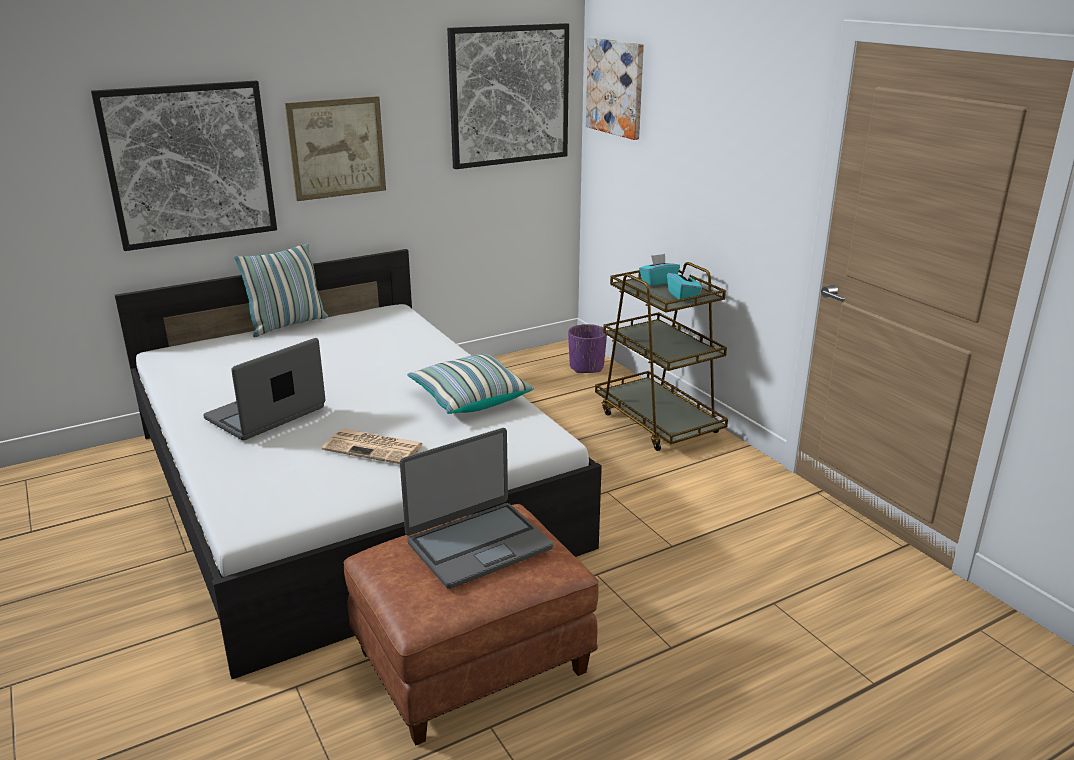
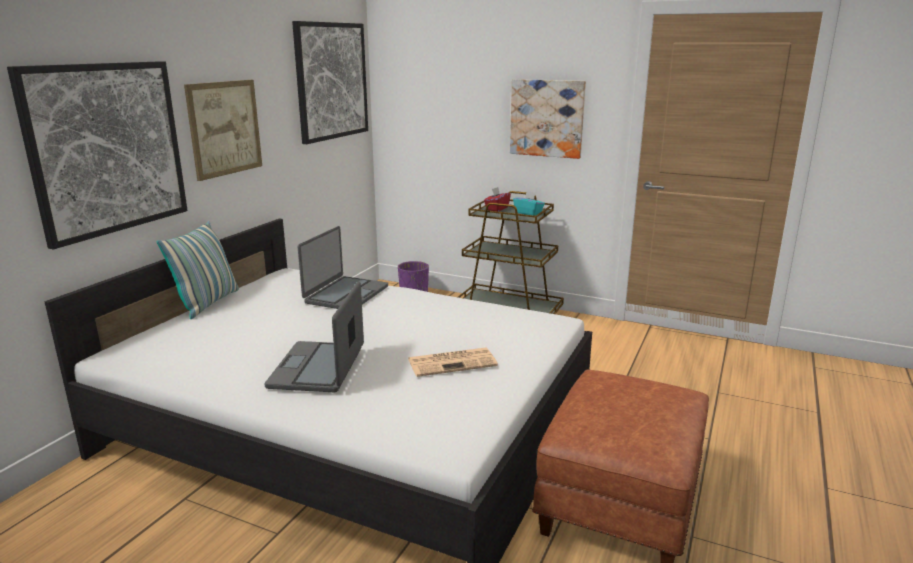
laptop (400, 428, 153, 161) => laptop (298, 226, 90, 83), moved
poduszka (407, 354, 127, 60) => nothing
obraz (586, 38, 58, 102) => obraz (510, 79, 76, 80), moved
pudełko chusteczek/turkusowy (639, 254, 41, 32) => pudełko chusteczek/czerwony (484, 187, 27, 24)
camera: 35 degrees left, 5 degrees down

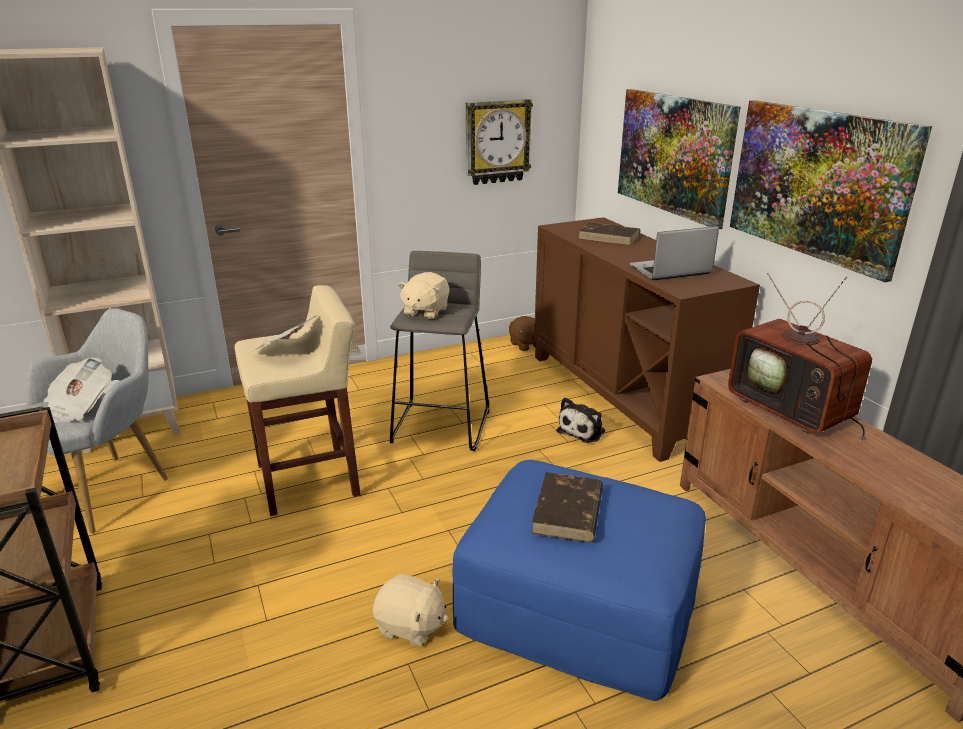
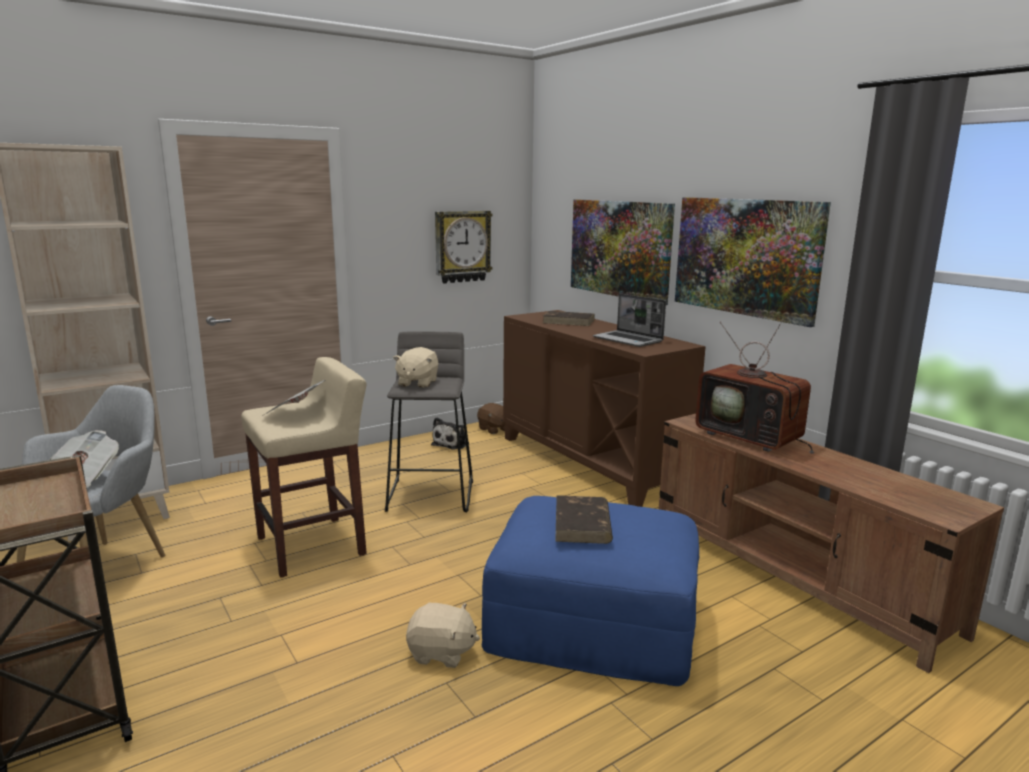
pluszak (557, 398, 48, 45) => pluszak (431, 417, 35, 33), moved
laptop (629, 226, 90, 54) => laptop (593, 294, 73, 53), 105 degrees counterclockwise
camera: 10 degrees left, 10 degrees down

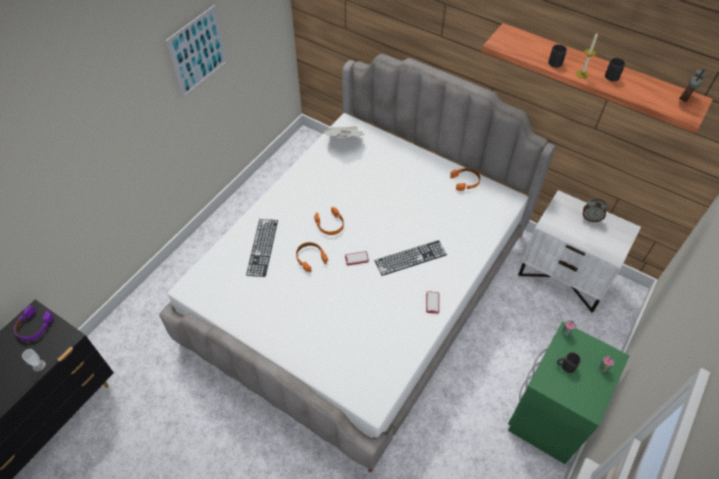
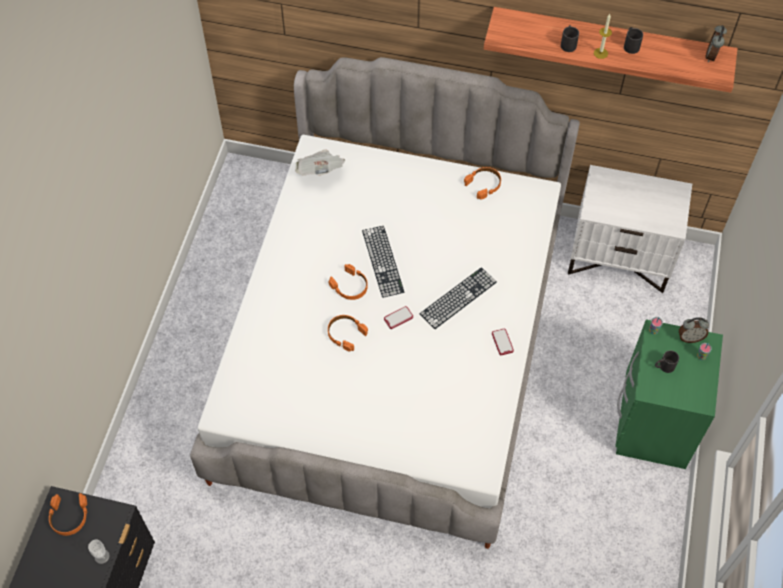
słuchawki/fioletowy (14, 306, 39, 35) => słuchawki/pomarańczowy (49, 493, 38, 43)
obraz (165, 5, 63, 93) => nothing
klawiatura (246, 219, 32, 58) => klawiatura (362, 226, 42, 72), moved
budzik (583, 199, 25, 23) => budzik (679, 317, 30, 26), moved
camera: 20 degrees left, 5 degrees up

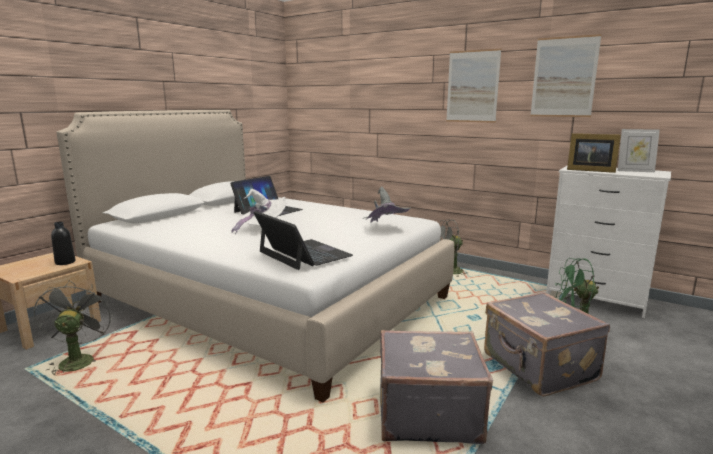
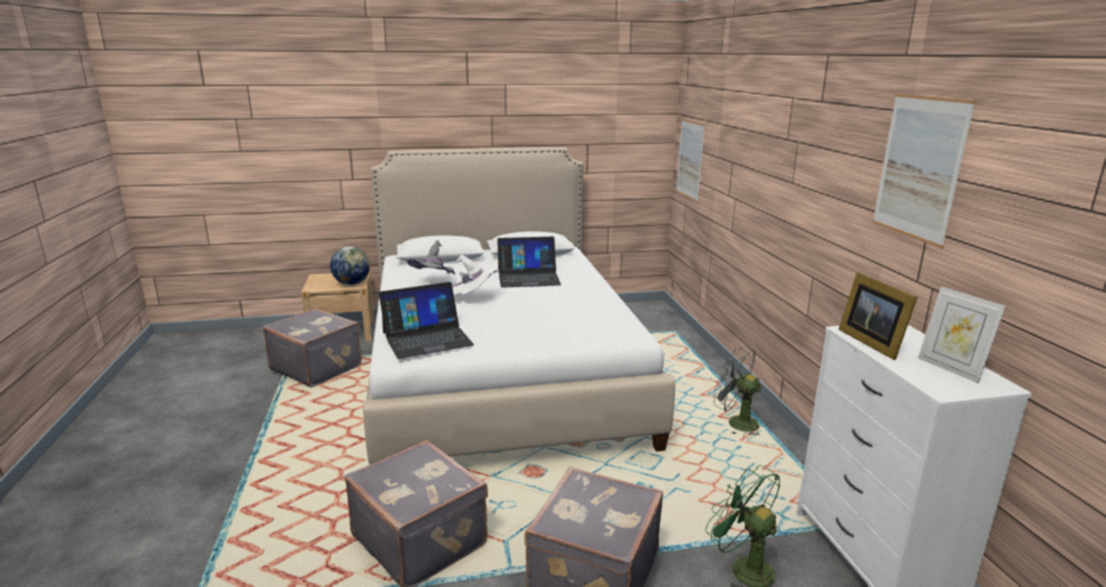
wentylator/szary (33, 280, 80, 95) => walizka/szary (263, 308, 99, 79)
butelka/czarny (51, 222, 24, 43) => globus (330, 247, 40, 38)
laptop (254, 211, 99, 59) => laptop (379, 282, 95, 77), 60 degrees clockwise
kapelusz/szary (363, 186, 48, 36) => kapelusz/szary (407, 240, 49, 35), moved
obraz (446, 49, 55, 74) => obraz (676, 119, 29, 83), moved
camera: 45 degrees right, 5 degrees up

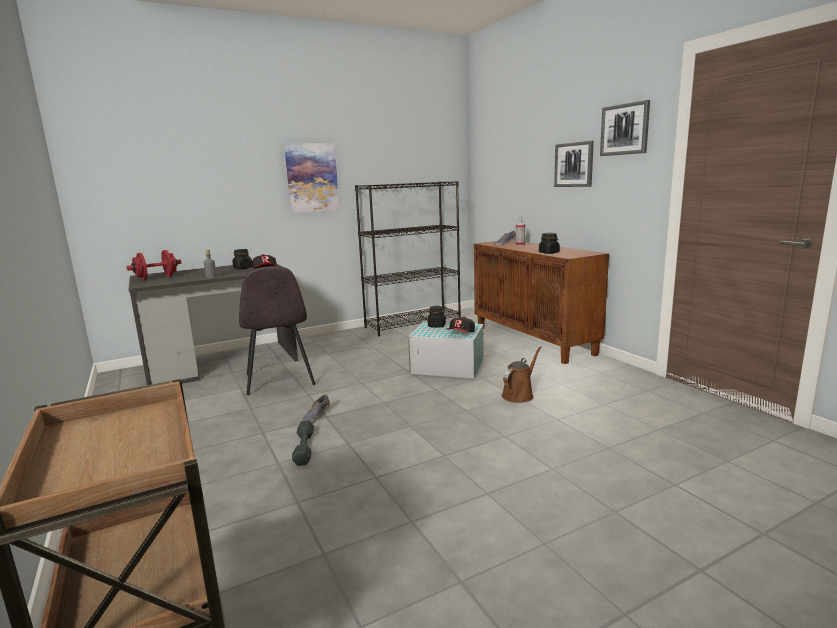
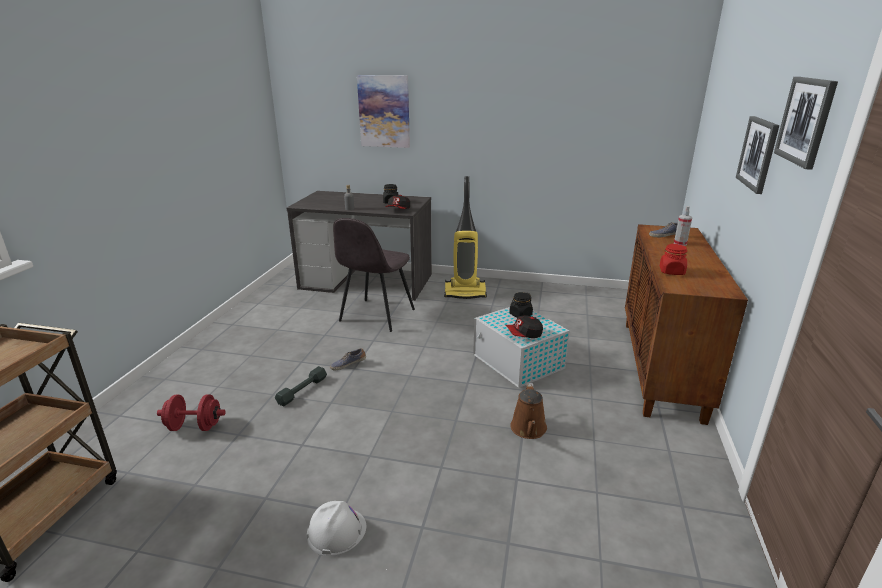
hantel/czerwony (126, 250, 55, 30) => hantel/czerwony (157, 395, 68, 36), moved
obraz (284, 143, 56, 70) => obraz (357, 75, 53, 73), moved
regał/czarny (355, 181, 106, 155) => nothing
konewka/brązowy (501, 346, 40, 57) => konewka/brązowy (510, 383, 37, 56), 105 degrees clockwise
słoik/czarny (539, 233, 21, 21) => słoik/czerwony (660, 244, 27, 31)
nothing => kask/biały (307, 501, 59, 55)
nothing => odkurzacz (444, 176, 43, 123)
camera: 40 degrees right, 10 degrees up

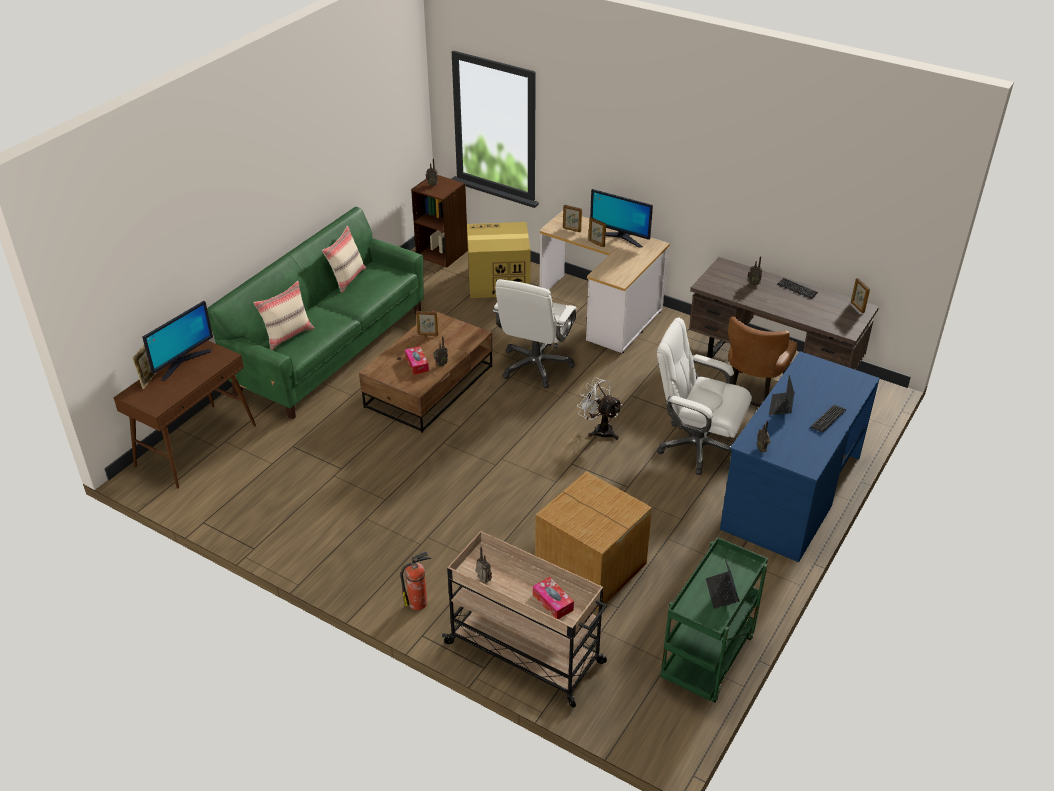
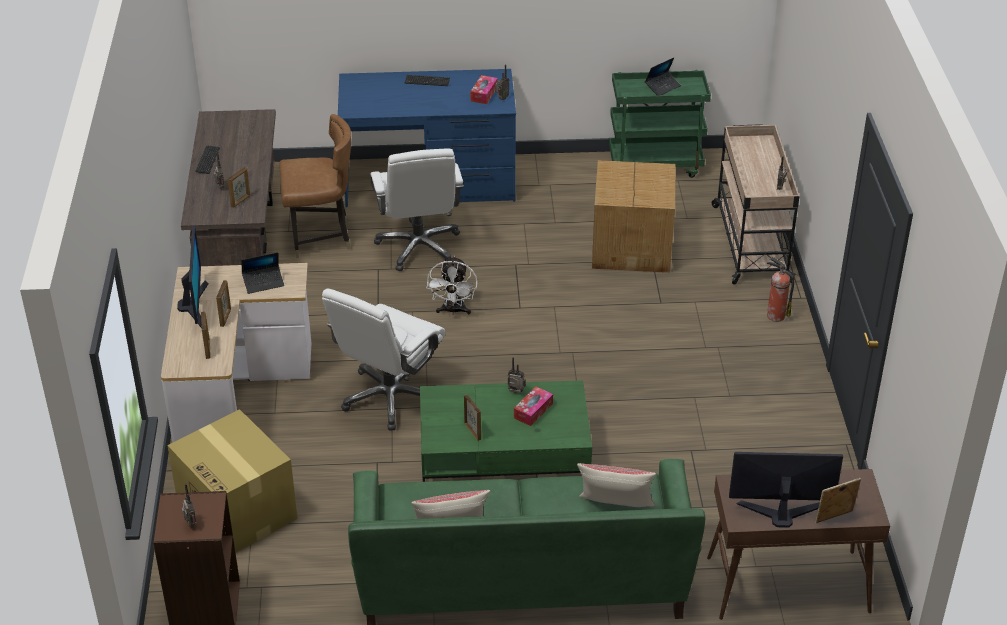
ława/brązowy (359, 310, 134, 123) => ława/zielony (420, 380, 172, 102)
krzesło biurowe/biały (493, 279, 83, 109) => krzesło biurowe/biały (322, 289, 124, 142), 135 degrees clockwise
pudełko chusteczek (533, 577, 41, 42) => pudełko chusteczek (470, 75, 28, 29), moved
laptop (769, 375, 26, 40) => laptop (241, 252, 43, 42), moved
ramka na zdjęcie (851, 278, 19, 35) => ramka na zdjęcie (228, 167, 22, 41), moved
camera: 125 degrees left, 0 degrees up

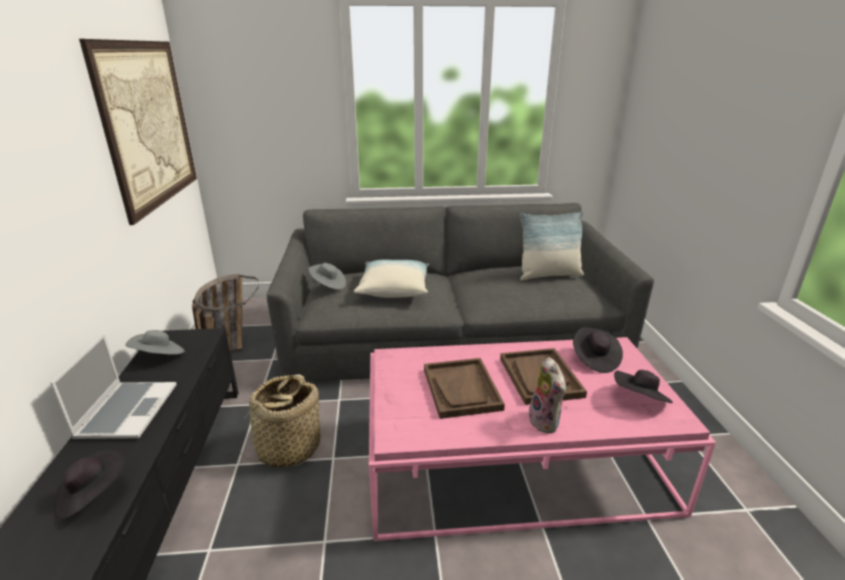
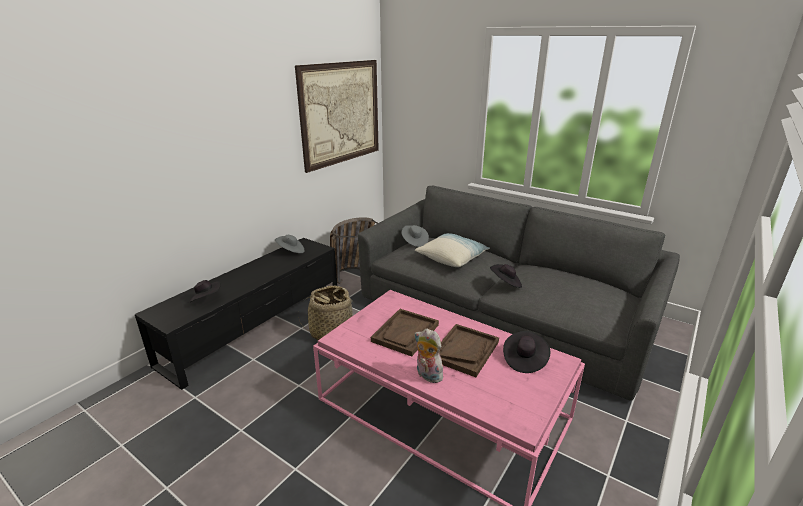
laptop (51, 334, 126, 105) => nothing
poduszka (520, 211, 64, 70) => nothing
pluszak (529, 357, 37, 76) => pluszak (414, 328, 29, 55), 105 degrees clockwise
kapelusz/czarny (614, 370, 59, 33) => kapelusz/czarny (490, 264, 32, 24), moved
camera: 40 degrees right, 0 degrees up

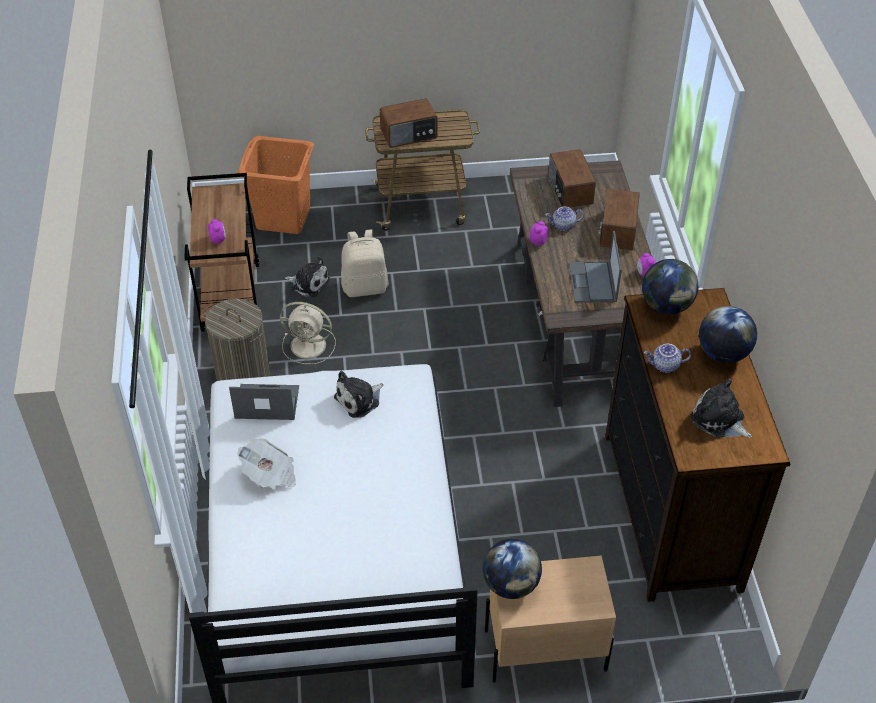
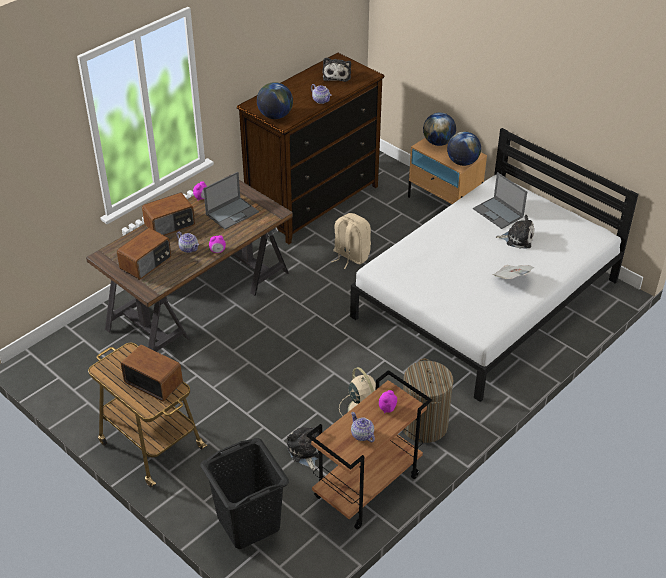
laptop (229, 384, 70, 36) => laptop (473, 172, 54, 57), moved
kosz na pranie/pomarańczowy (238, 136, 76, 98) => kosz na pranie/czarny (201, 438, 88, 111)
pluszak (334, 371, 49, 47) => pluszak (496, 215, 38, 33), moved
plecak/beżowy (341, 229, 48, 68) => plecak/beżowy (331, 213, 40, 56), moved
globus (699, 306, 58, 57) => globus (423, 112, 33, 34), moved
nothing => imbryk (351, 412, 24, 31)
camera: 130 degrees left, 5 degrees down

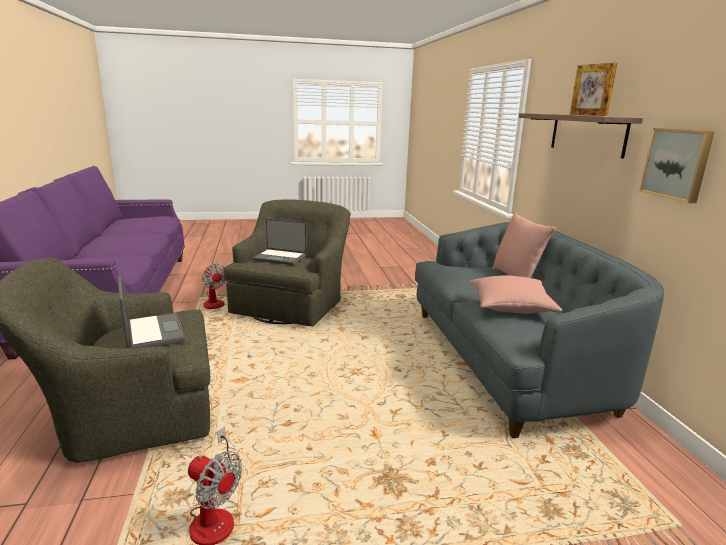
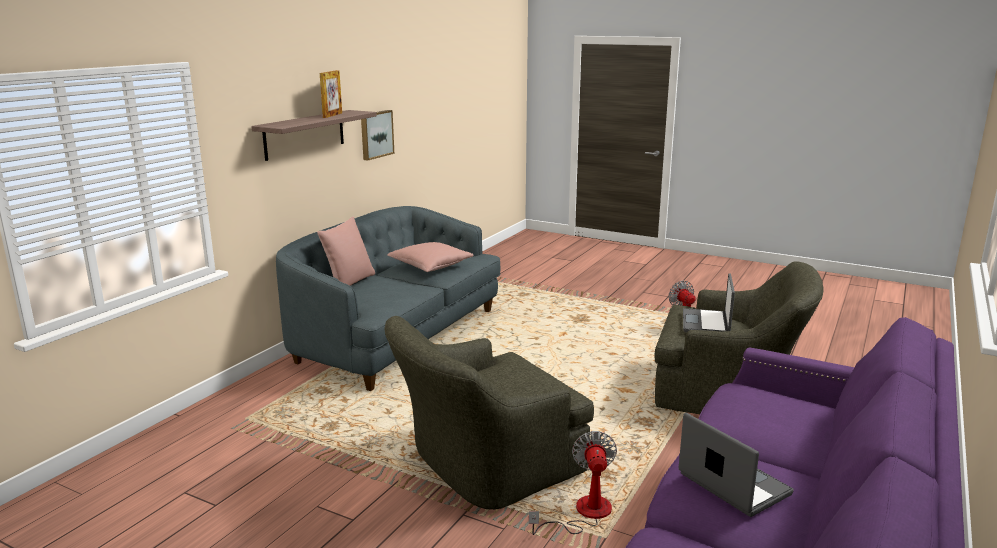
laptop (252, 218, 55, 47) => laptop (679, 413, 115, 104), moved
camera: 140 degrees left, 0 degrees up

